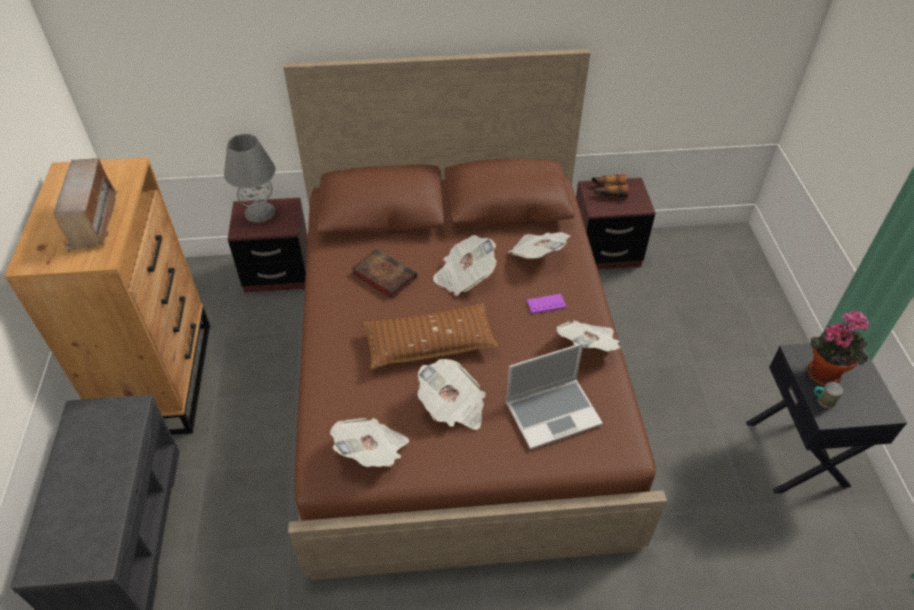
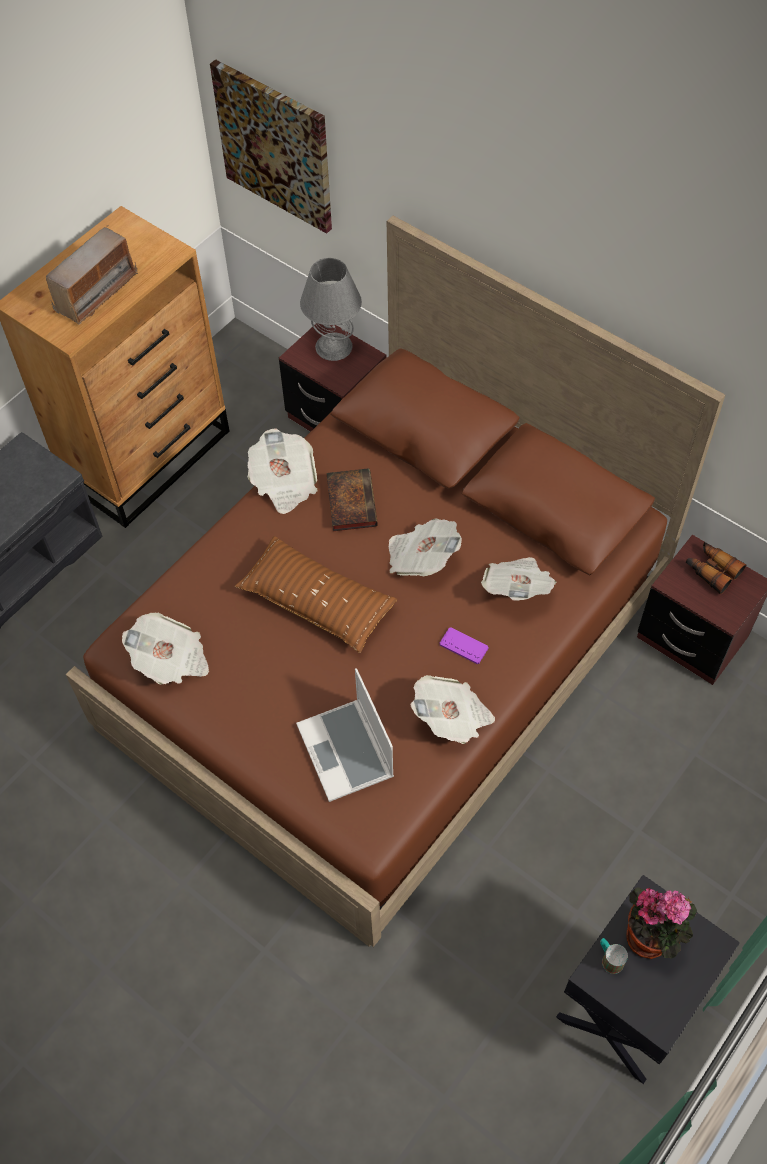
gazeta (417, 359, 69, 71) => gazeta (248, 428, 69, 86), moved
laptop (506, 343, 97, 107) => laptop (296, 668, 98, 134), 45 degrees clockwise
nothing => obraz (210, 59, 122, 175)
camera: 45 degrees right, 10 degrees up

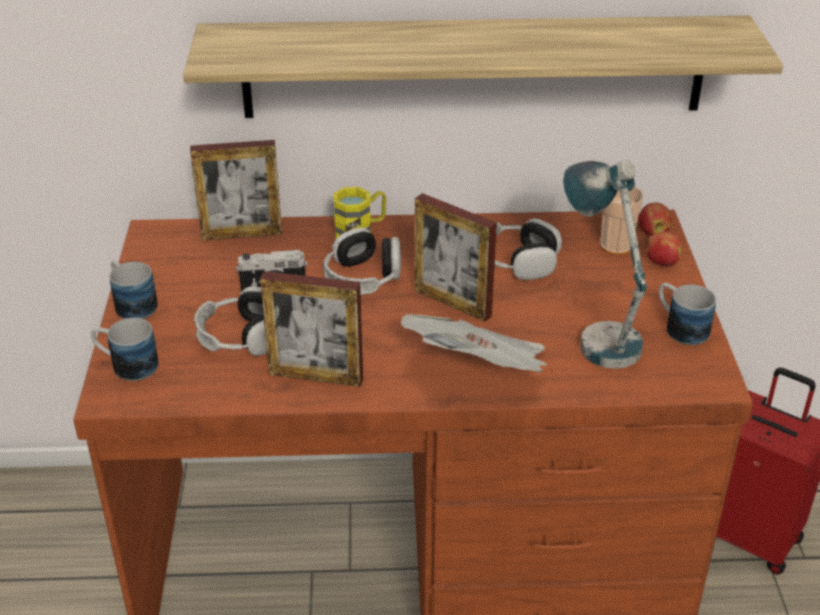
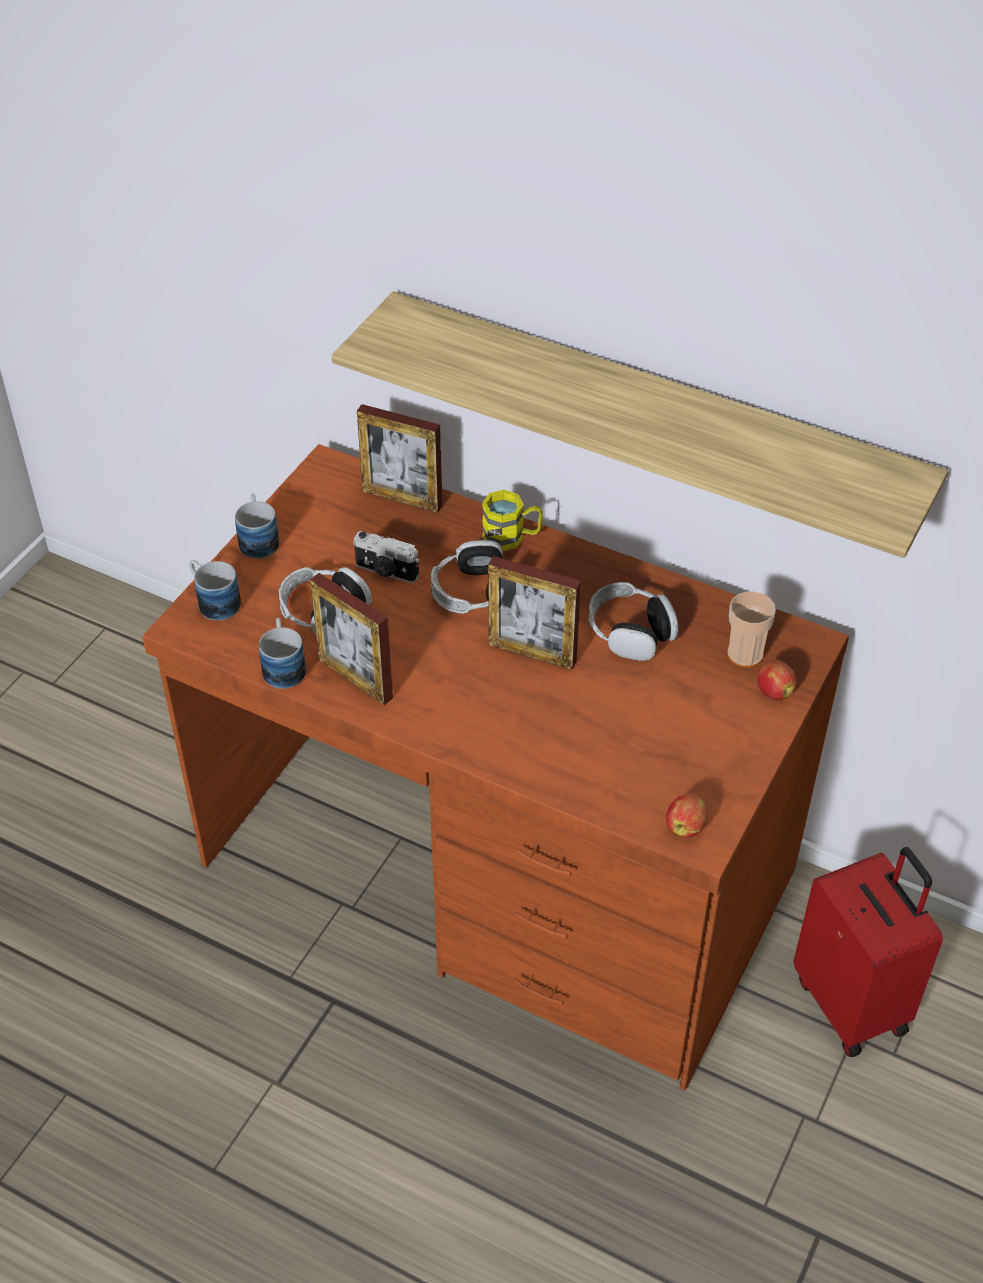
gazeta (401, 314, 146, 59) => nothing
ramka na zdjęcie (414, 193, 83, 129) => ramka na zdjęcie (488, 556, 93, 114), 45 degrees counterclockwise
lampa stołowa (563, 160, 83, 209) => nothing
jabłko (639, 202, 33, 34) => jabłko (666, 794, 42, 44), moved
kubek (659, 283, 57, 62) => kubek (259, 618, 47, 71), moved
camera: 30 degrees right, 10 degrees up

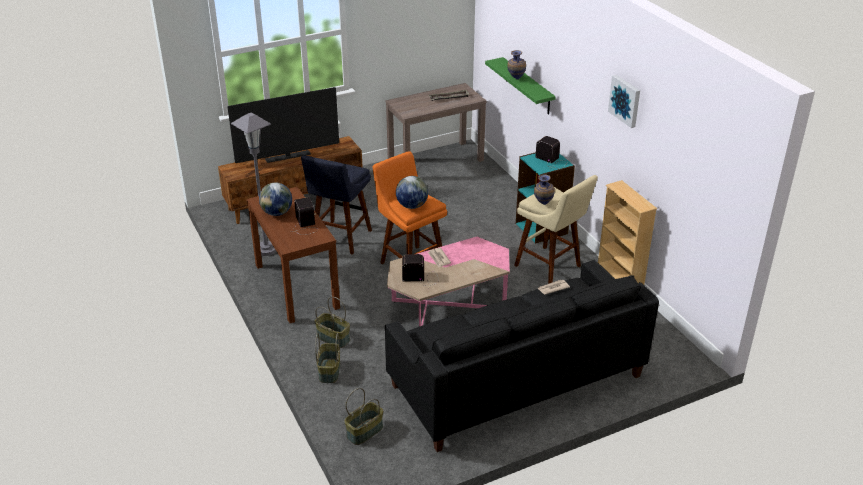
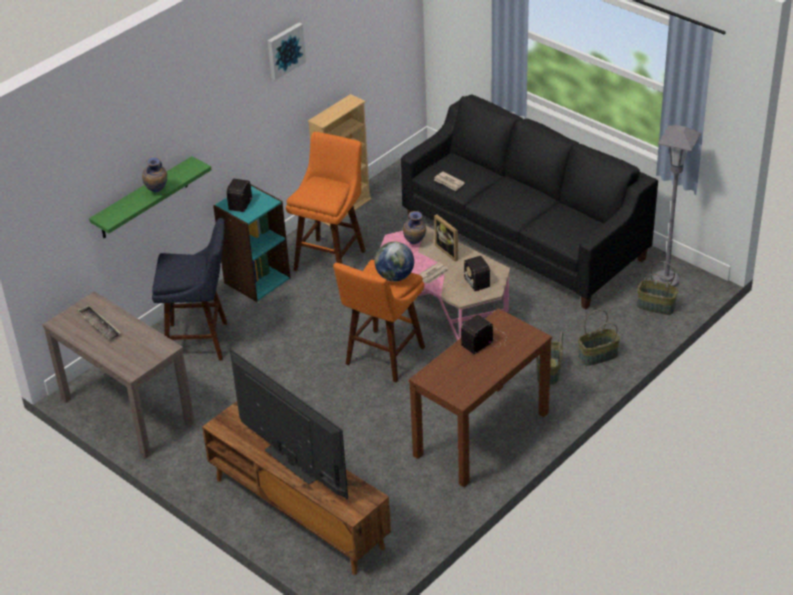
lampa stojąca/szary (231, 113, 45, 143) => lampa stojąca/szary (654, 125, 47, 162), moved
globus (259, 183, 33, 33) => nothing
stołek/niebieski (301, 155, 71, 100) => stołek/niebieski (152, 218, 75, 143), moved
stołek/beżowy (514, 175, 84, 109) => stołek/pomarańczowy (286, 132, 80, 139)
wazon (534, 174, 21, 31) => wazon (403, 211, 23, 33), moved
nothing => ramka na zdjęcie (434, 214, 24, 48)
camera: 110 degrees left, 5 degrees up

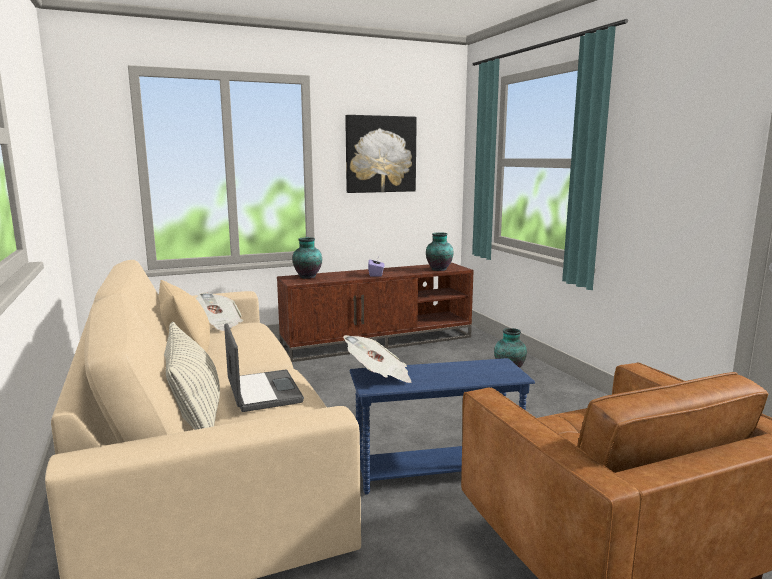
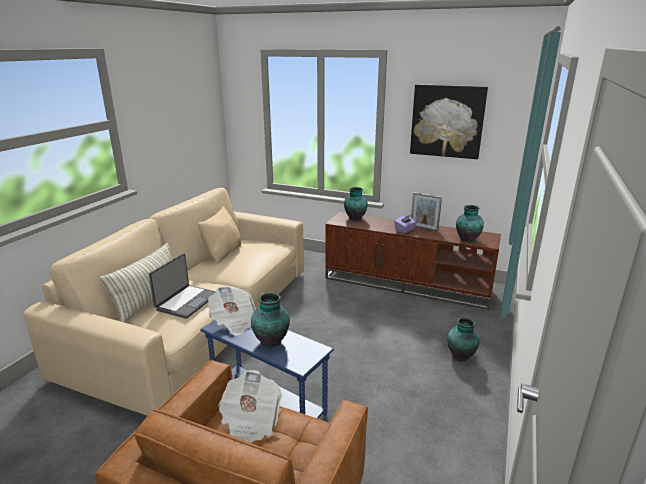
gazeta (196, 293, 47, 38) => gazeta (218, 370, 64, 73), moved
nothing => wazon (251, 293, 39, 55)
nothing => ramka na zdjęcie (411, 192, 31, 39)
camera: 45 degrees right, 10 degrees up

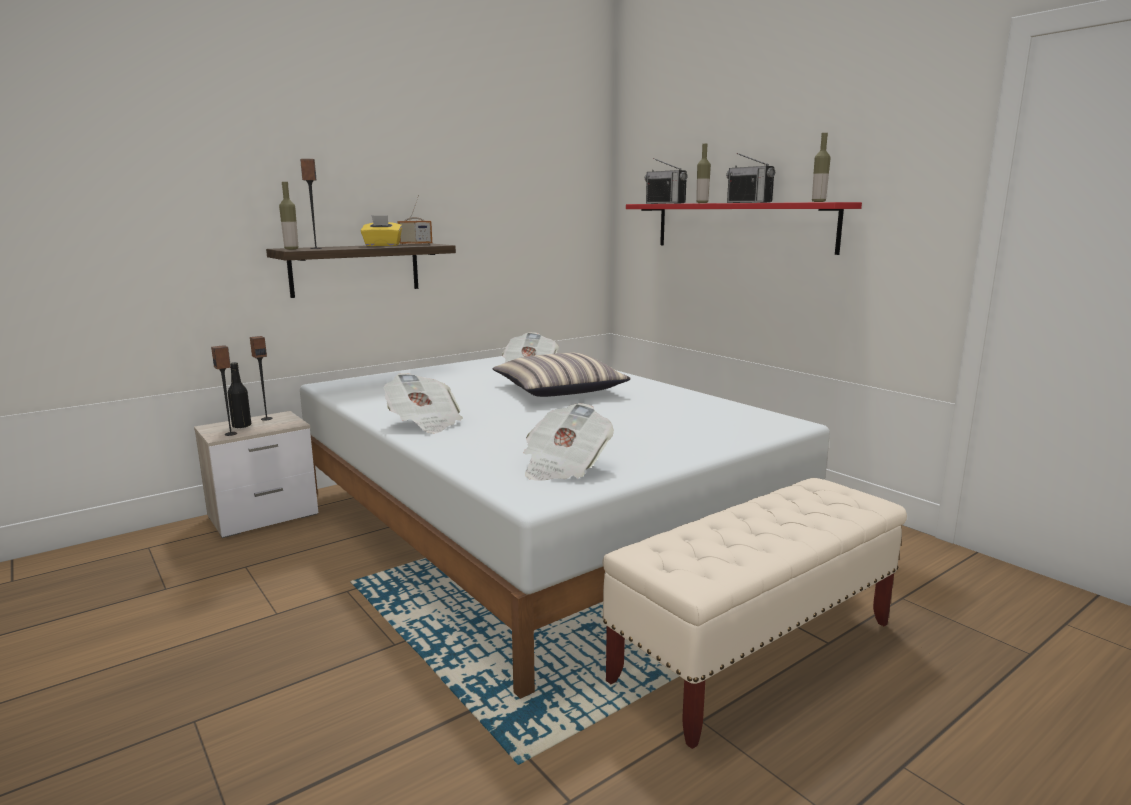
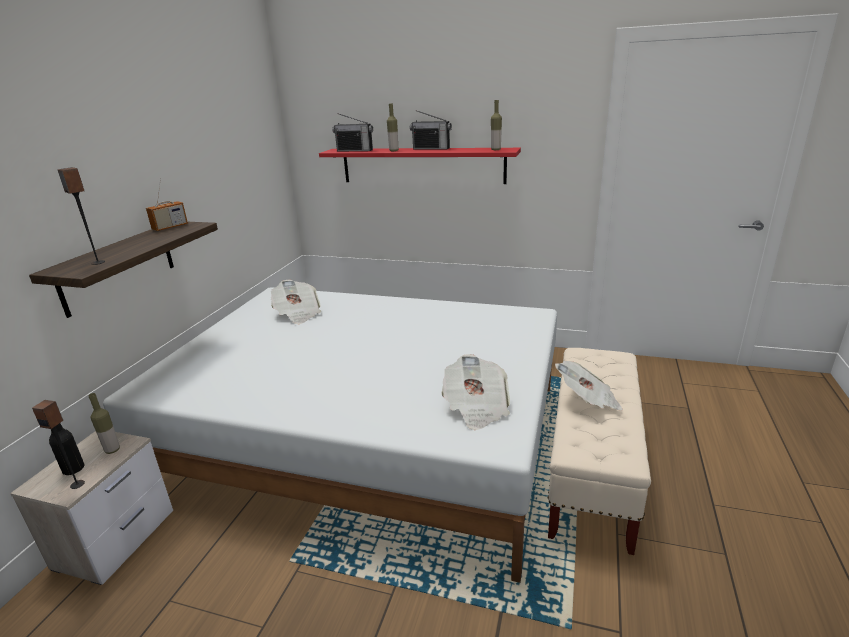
głośnik (250, 336, 23, 85) => nothing
butelka (279, 182, 19, 68) => butelka (89, 393, 31, 61), moved
pudełko chusteczek/żółty (361, 215, 41, 31) => nothing
gazeta (384, 373, 79, 61) => gazeta (555, 361, 68, 49), moved
poduszka (493, 353, 138, 44) => nothing
camera: 35 degrees left, 10 degrees up

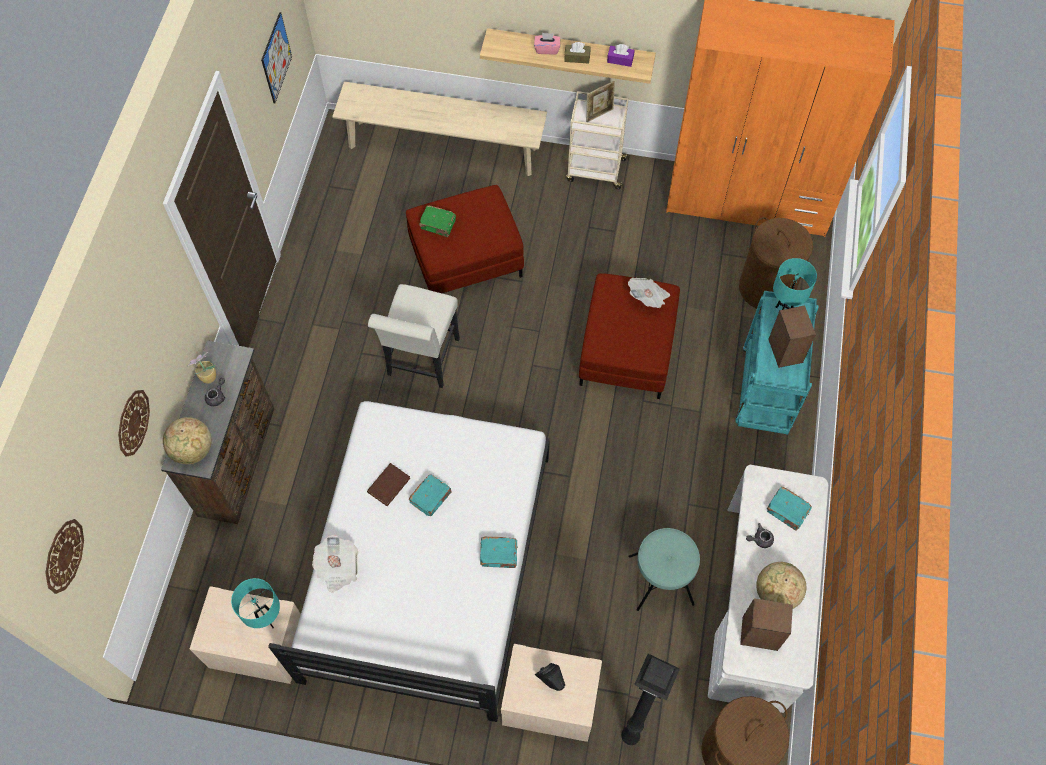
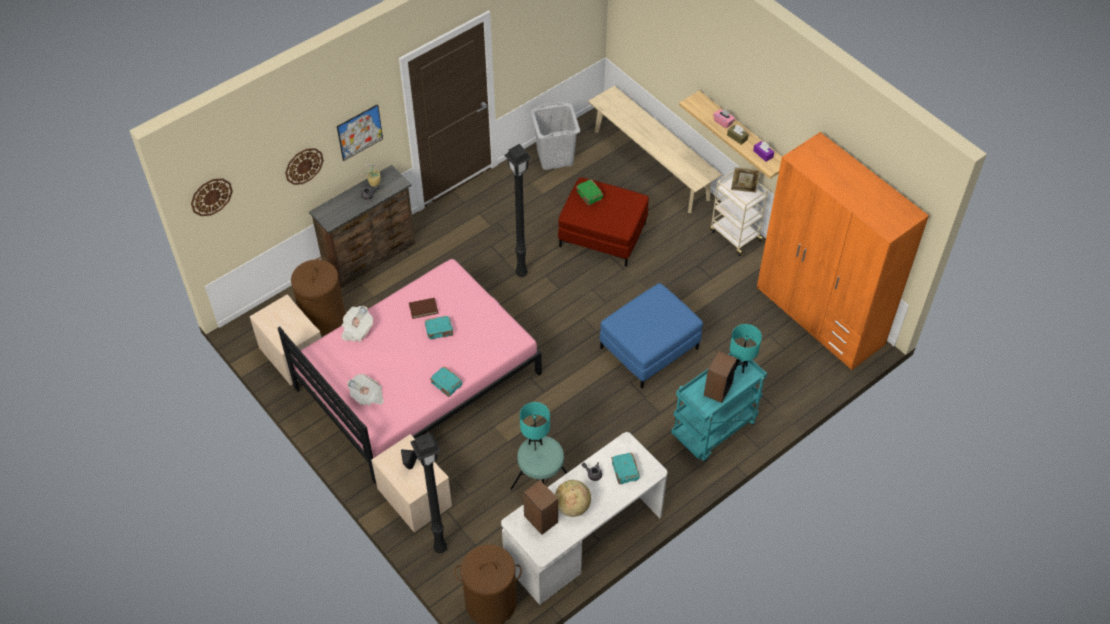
globus (163, 417, 49, 47) => nothing
lampa stołowa/turkusowy (231, 578, 49, 50) => lampa stołowa/turkusowy (520, 402, 30, 49), moved
obraz (261, 12, 31, 92) => obraz (337, 104, 46, 57), moved
łóżko/biały (268, 401, 282, 321) => łóżko/różowy (278, 259, 264, 226)
krzesło/biały (368, 284, 92, 104) => lampa stojąca/czarny (504, 144, 28, 133)
pufa/czerwony (579, 273, 101, 126) => pufa/niebieski (600, 283, 103, 105)
gazeta (628, 278, 42, 30) => gazeta (347, 374, 37, 32), moved
kosz na pranie/brązowy (739, 217, 74, 93) => kosz na pranie/brązowy (291, 257, 55, 78), moved
nothing => kosz na pranie/szary (530, 102, 50, 68)
camera: 40 degrees right, 10 degrees down

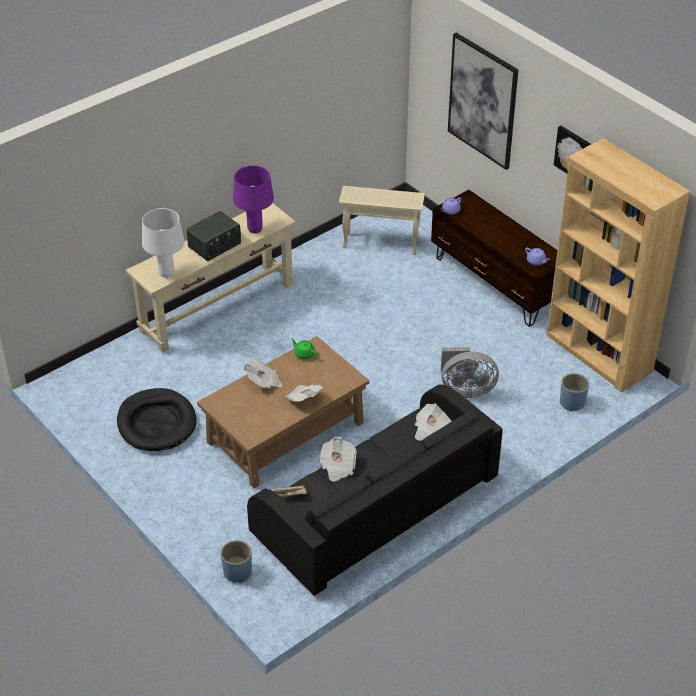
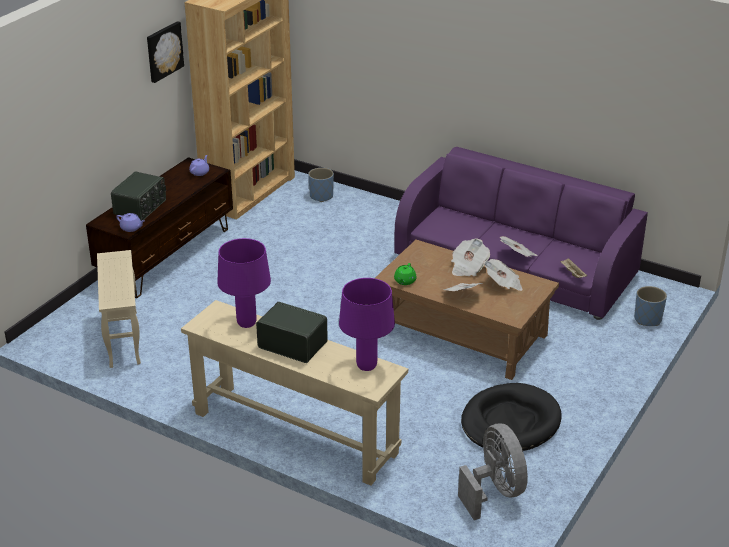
lampa stołowa/biały (142, 208, 42, 70) => lampa stołowa/fioletowy (339, 278, 56, 93)
kanapa/czarny (247, 385, 255, 211) => kanapa/fioletowy (394, 147, 254, 173)
gazeta (415, 403, 37, 38) => gazeta (483, 259, 40, 32), moved
wentylator/szary (441, 347, 58, 51) => wentylator/szary (458, 424, 70, 96), moved
obraz (448, 32, 70, 138) => nothing
nothing => radio (111, 171, 55, 50)
camera: 110 degrees left, 10 degrees down

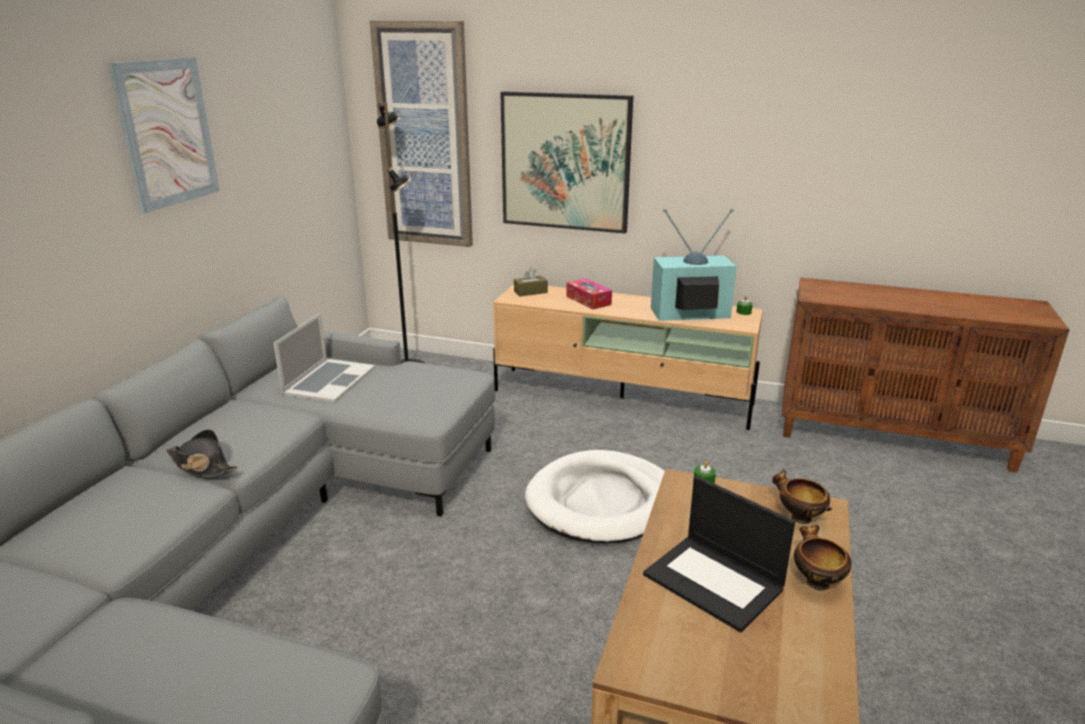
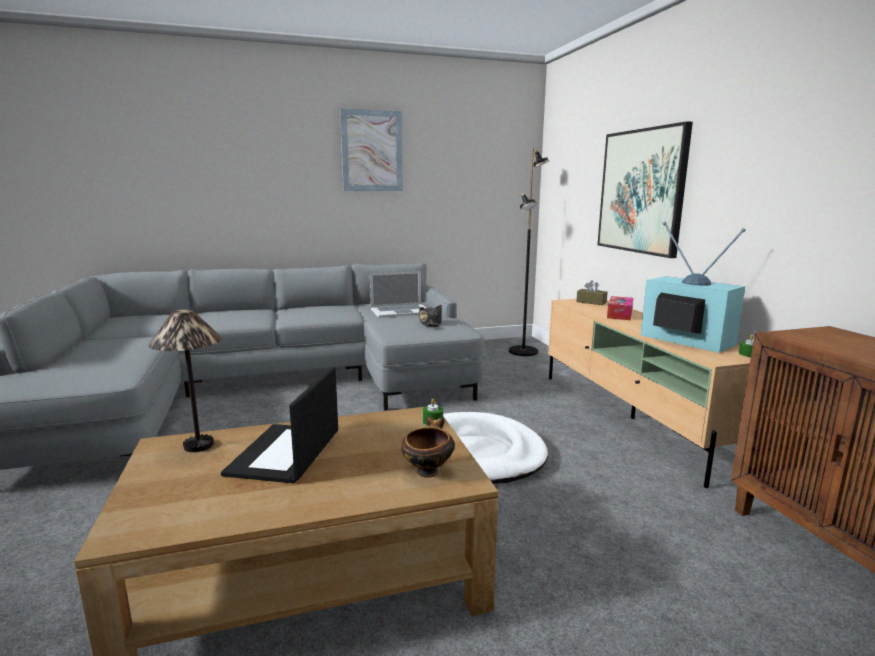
kapelusz/czarny (166, 429, 72, 48) => kapelusz/czarny (419, 305, 23, 22), moved
obraz (370, 21, 103, 226) => nothing
miska (794, 525, 58, 66) => nothing
nothing => lampa stołowa (148, 309, 74, 143)
camera: 55 degrees right, 10 degrees down

